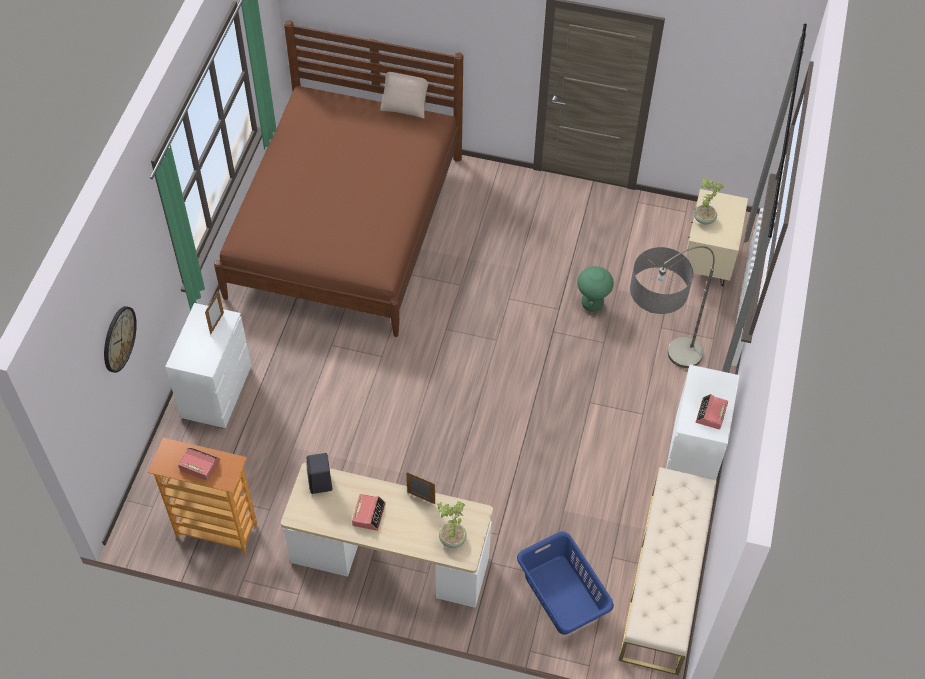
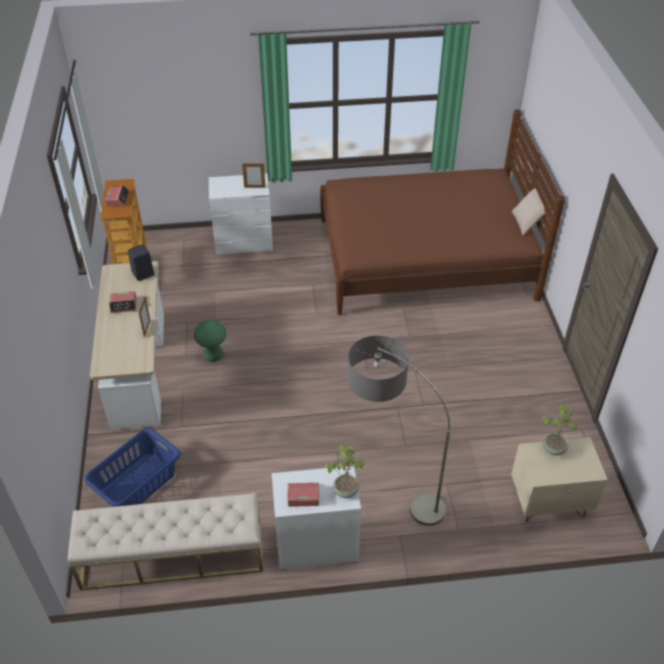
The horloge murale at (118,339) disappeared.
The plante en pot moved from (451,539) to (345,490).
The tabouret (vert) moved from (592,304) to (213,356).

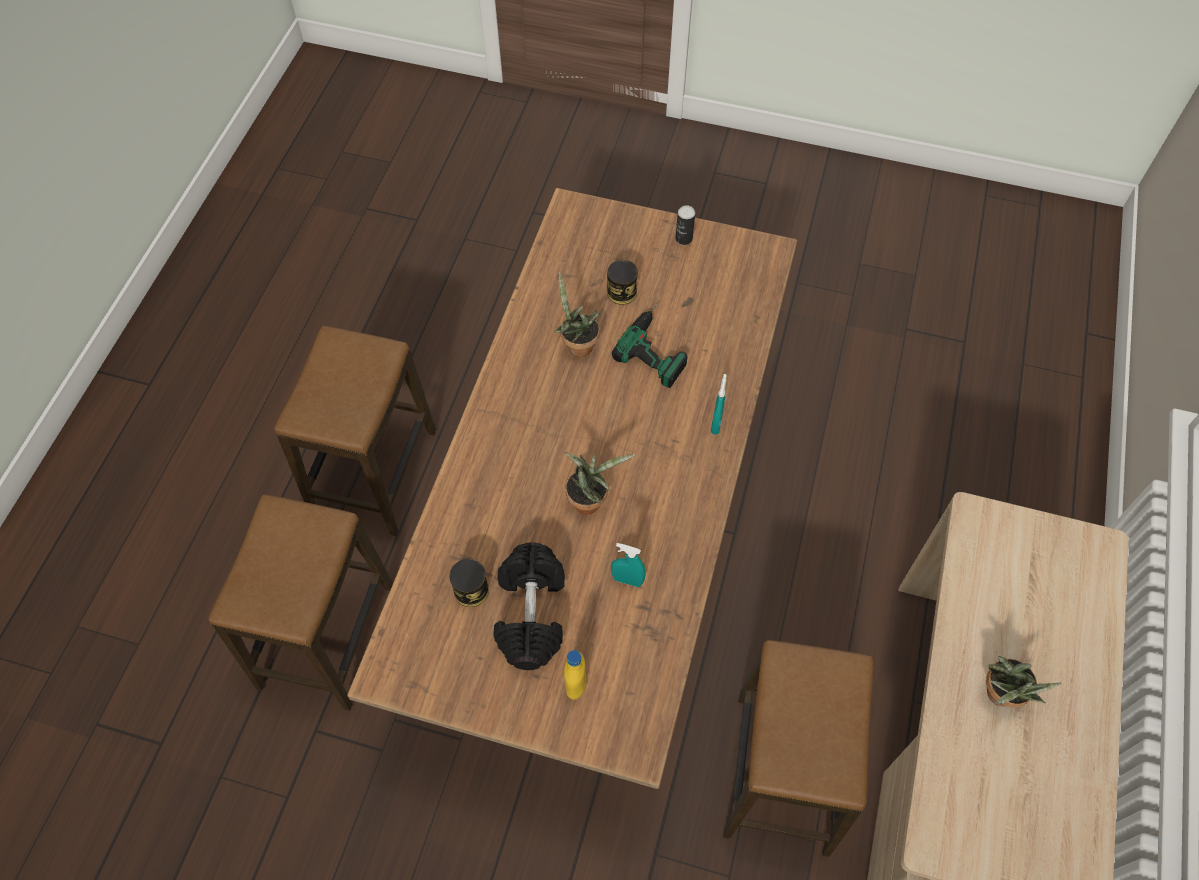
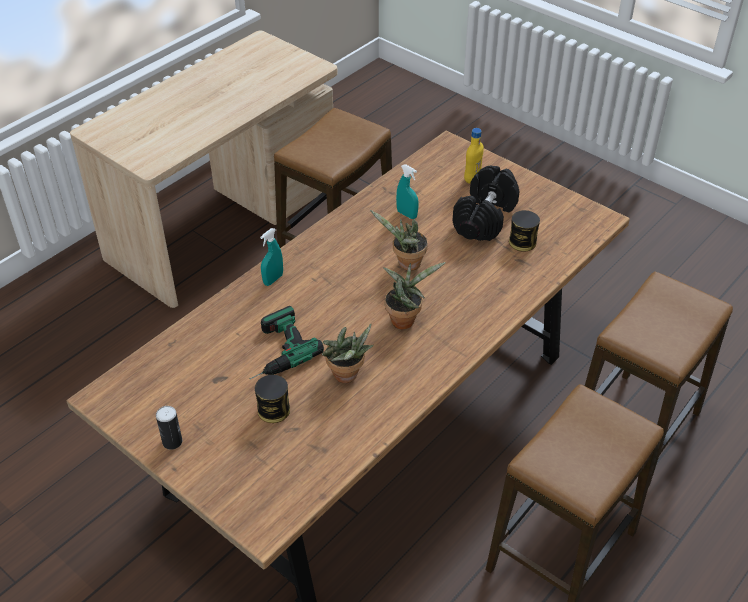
The plante en pot moved from (1000,697) to (405,319).

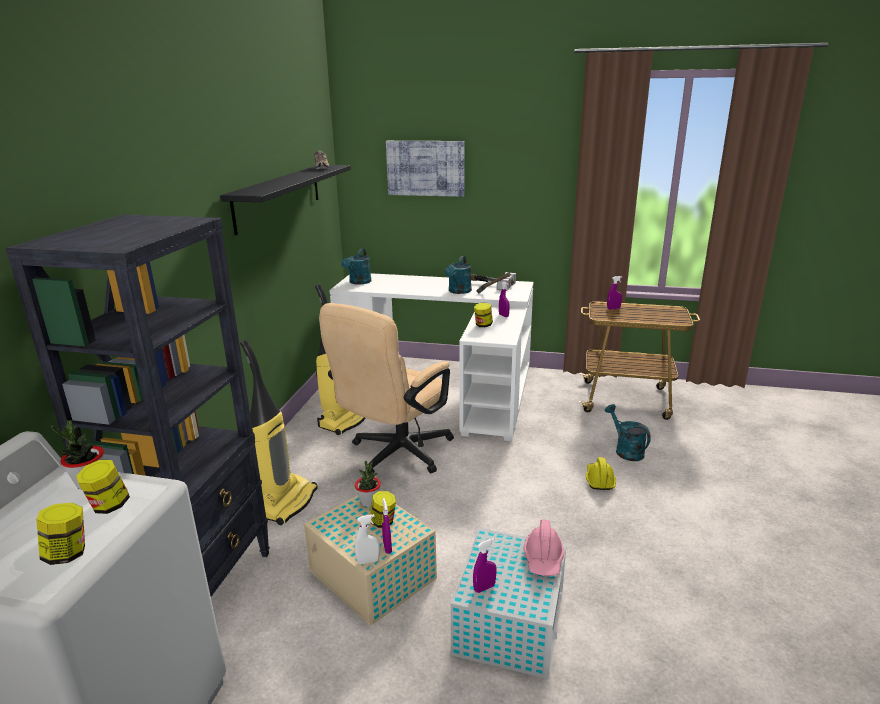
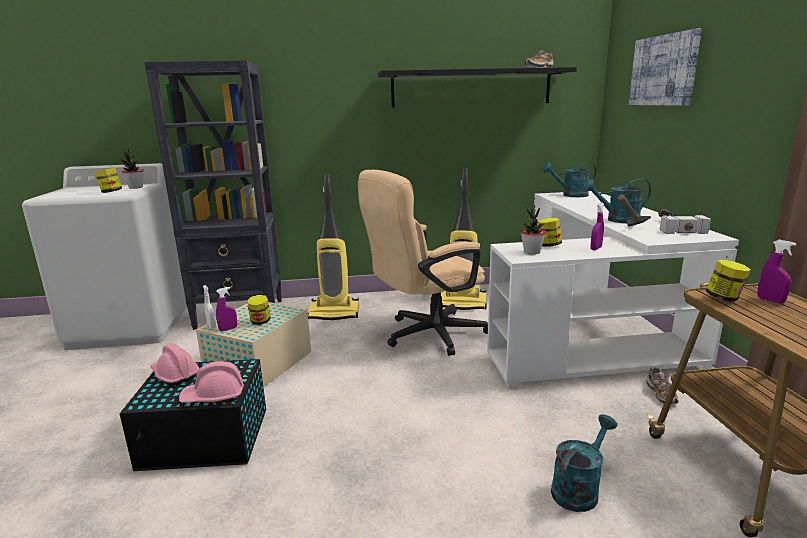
The bocal moved from (68,554) to (724,298).
The chaise de bureau (beige) at (395,455) turned 45 degrees counterclockwise.
The plante en pot moved from (369,502) to (532,252).
The boîte de rangement (blanc) at (510,621) became the boîte de rangement (noir) at (207,438).
The vaporisateur (violet) at (484,588) was replaced by the casque de chantier (rose) at (175,374).
The casque de chantier (jaune) at (599,480) disappeared.
The chaussure at (661,394) appeared.

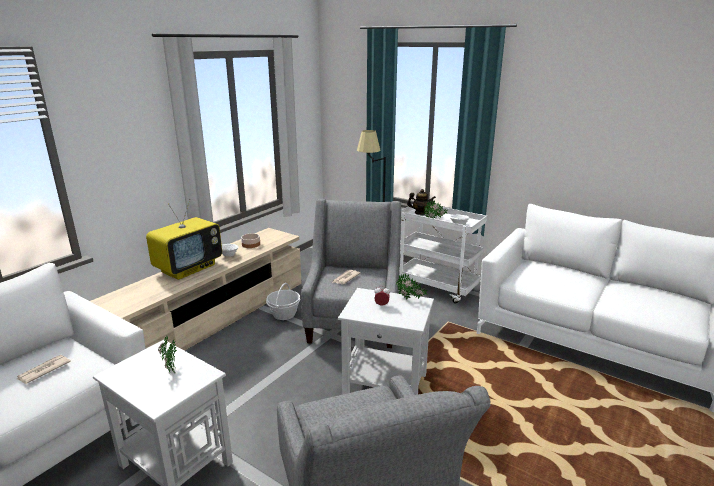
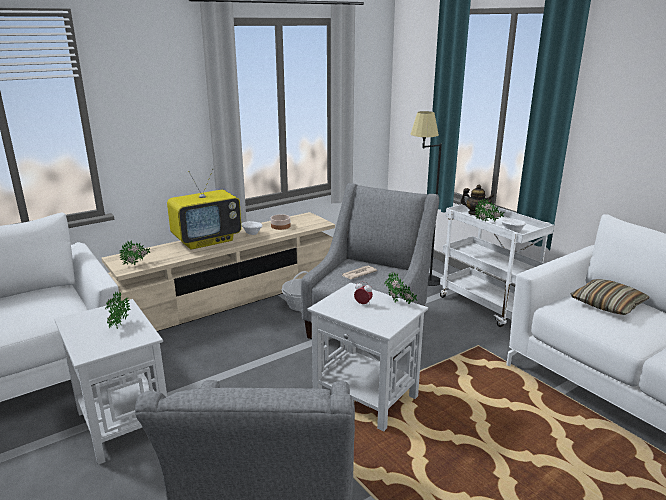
The journal at (43,371) disappeared.
The plante en pot at (137,264) appeared.
The coussin at (607,304) appeared.

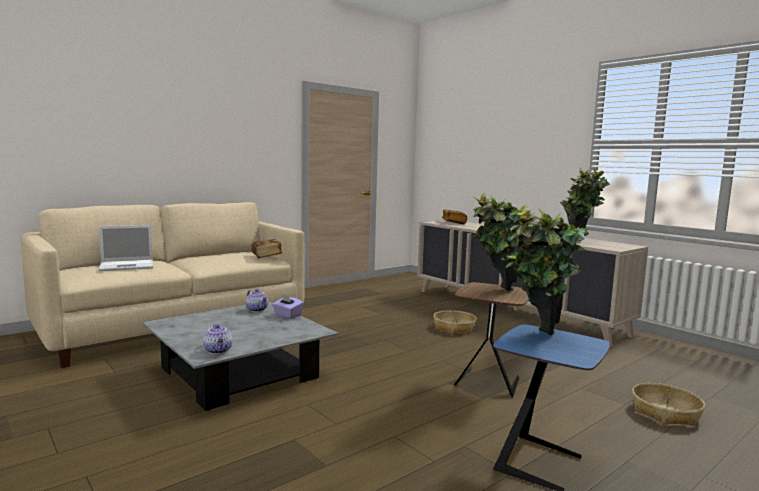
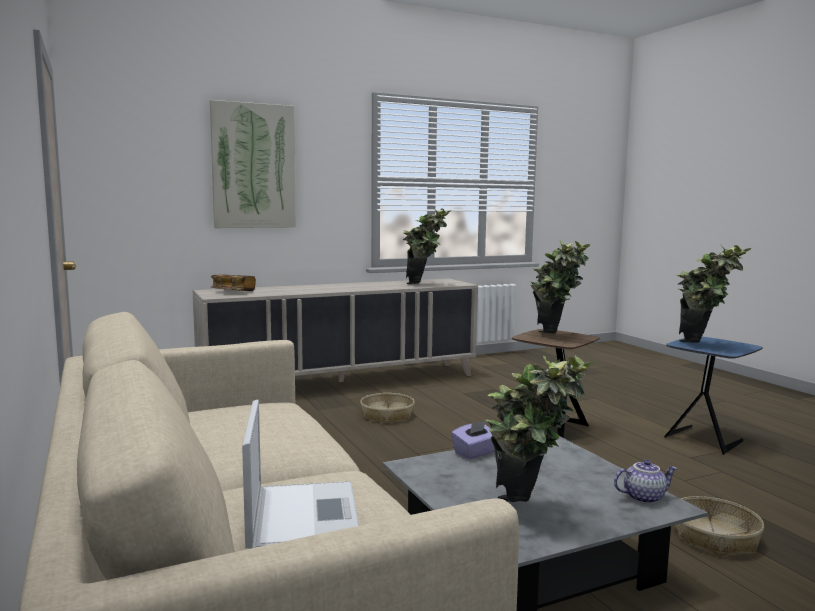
The théière at (257,310) disappeared.
The livre at (266,256) disappeared.
The panier moved from (665,412) to (714,536).
The tableau at (253,166) appeared.
The plante en pot at (533,512) appeared.

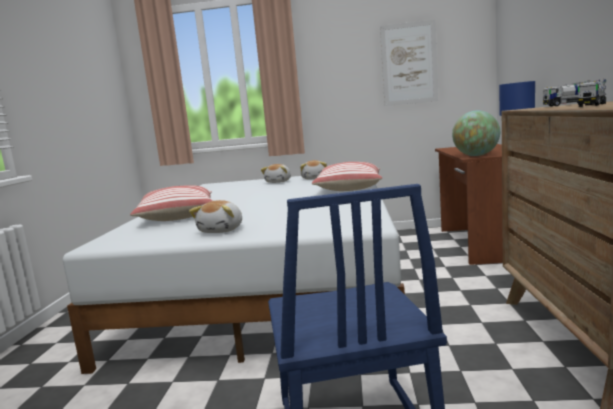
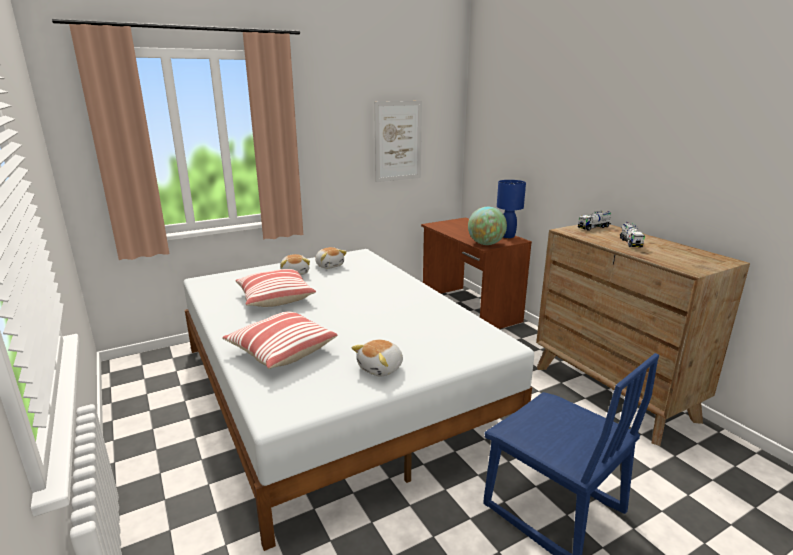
The peluche at (222,230) turned 60 degrees clockwise.
The coussin moved from (348,188) to (275,298).

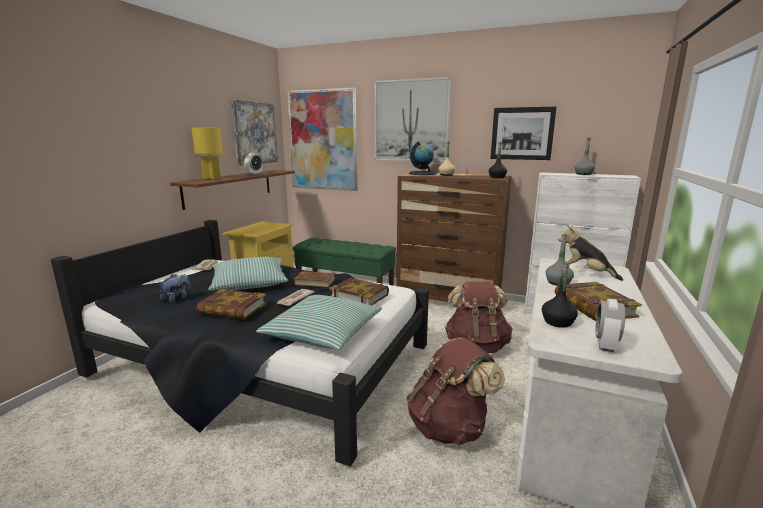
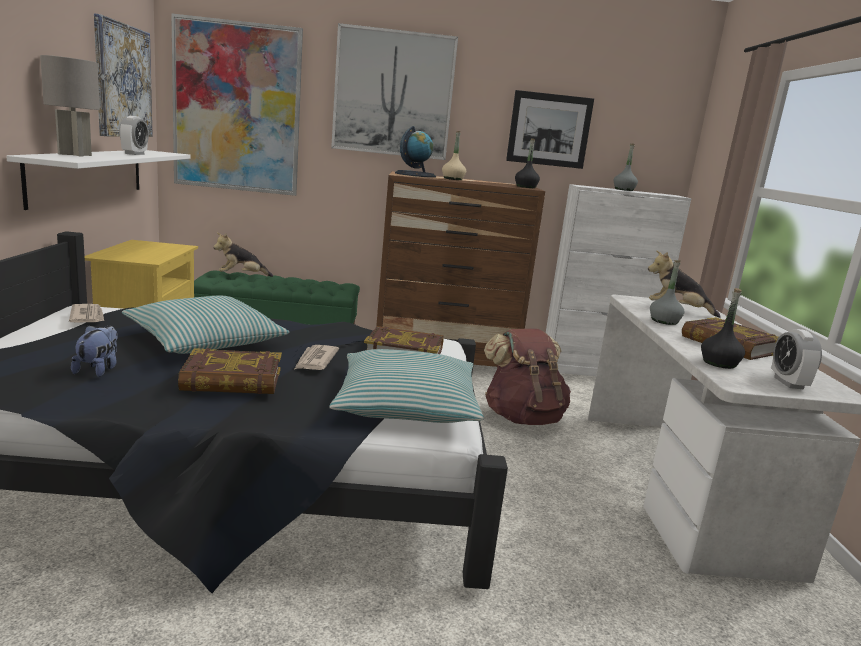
The étagère (marron) at (230,187) became the étagère (blanc) at (89,175).
The lampe de table (jaune) at (212,178) became the lampe de table (gris) at (75,155).
The livre (marron) at (315,282) disappeared.
The sac à dos (marron) at (449,427) disappeared.
The peluche at (241,276) appeared.

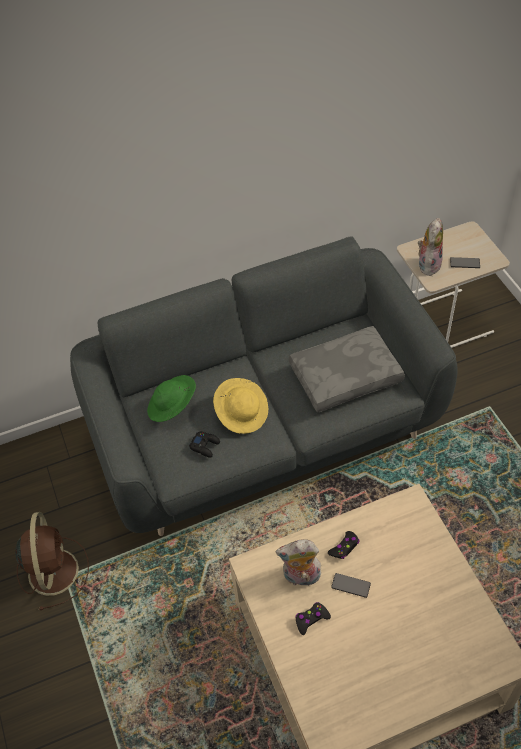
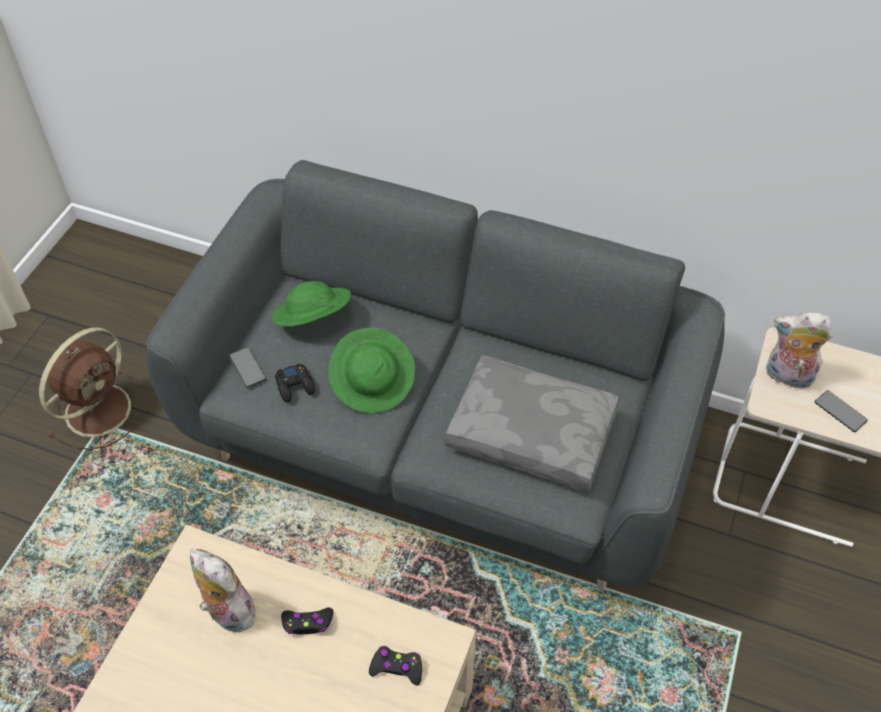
The chapeau (jaune) at (242,413) became the chapeau (vert) at (373,382).
The manette (noir) moved from (311,619) to (397,667).
The téléphone moved from (351,585) to (247,368).
The peluche at (428,264) turned 135 degrees counterclockwise.

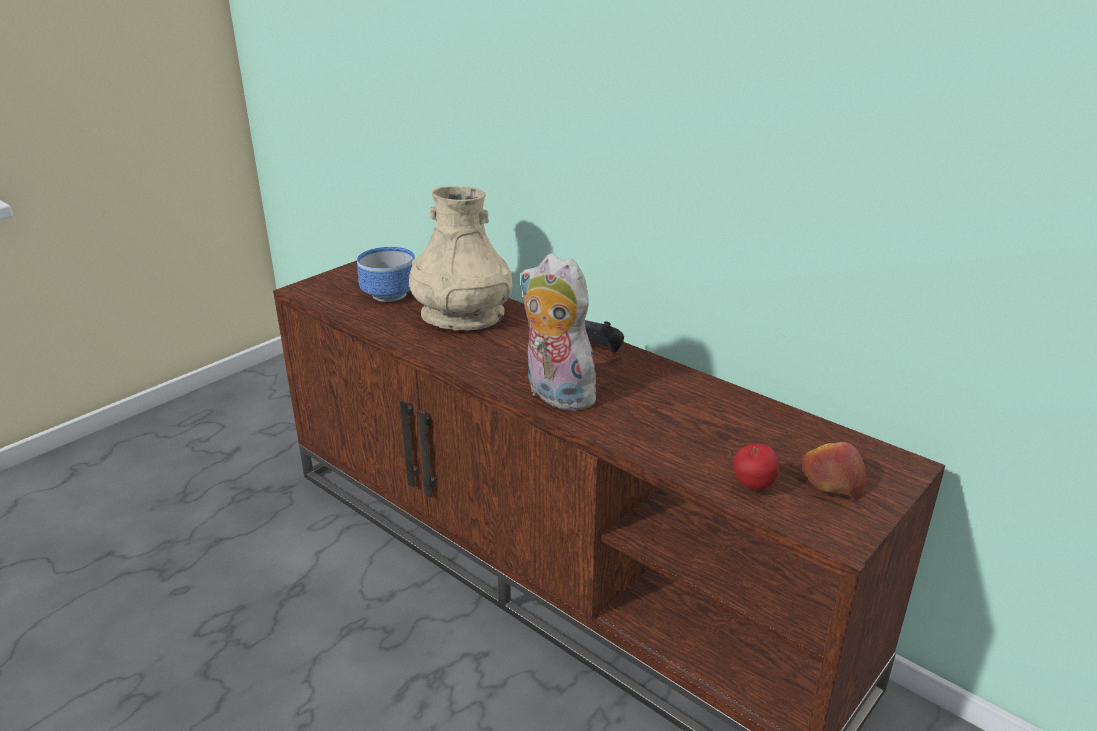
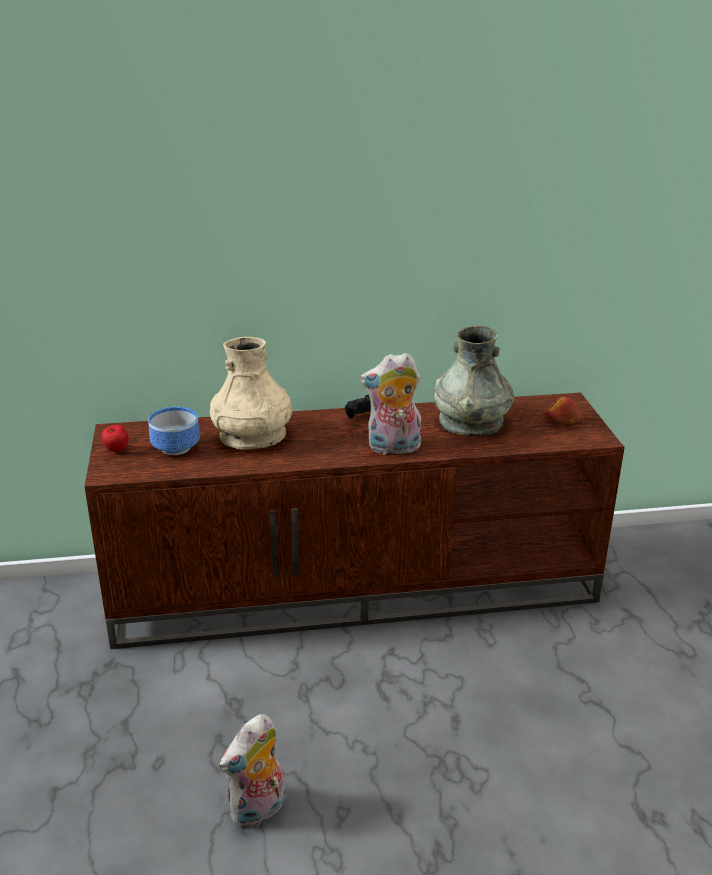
The pomme moved from (753,487) to (116,451).
The peluche at (258,811) appeared.
The vase (gris) at (471,421) appeared.

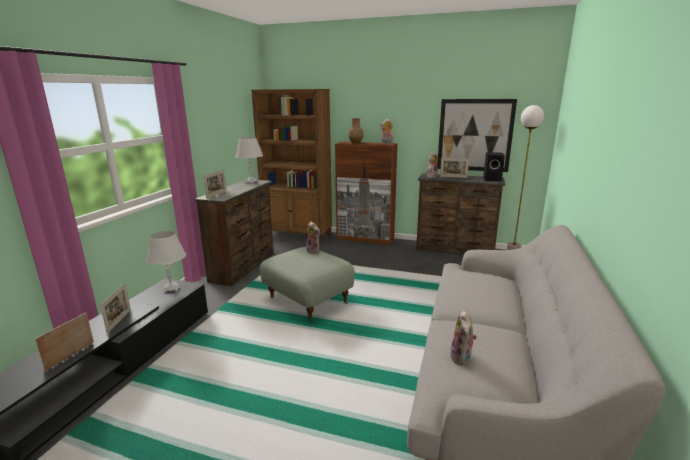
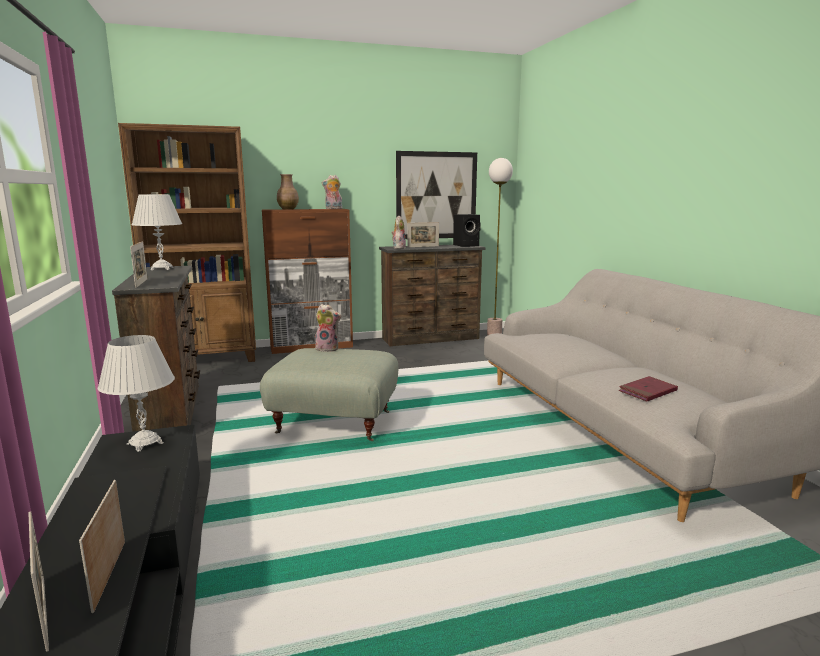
The cadre photo moved from (119,321) to (45,612).
The peluche at (462,358) was replaced by the livre (rouge) at (647,391).

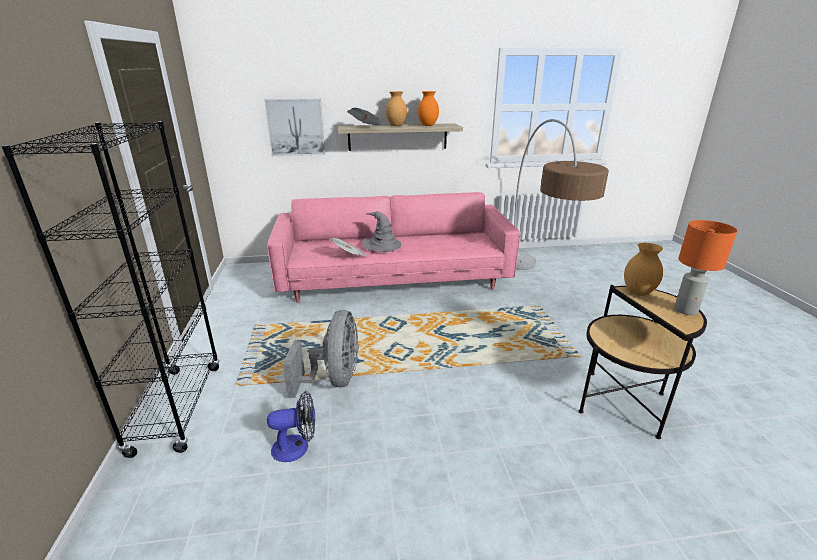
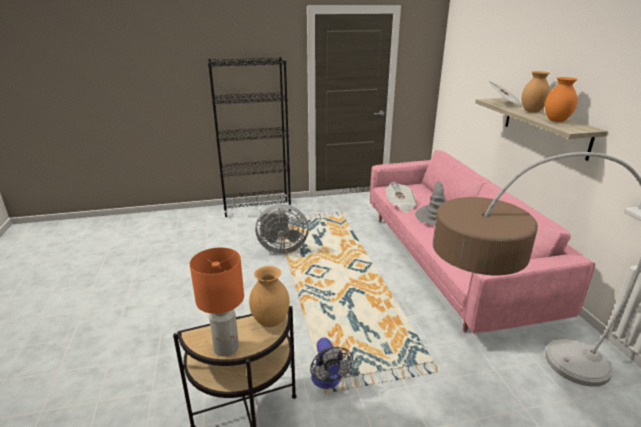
The tableau at (296,127) disappeared.
The ventilateur moved from (297,447) to (328,381).

